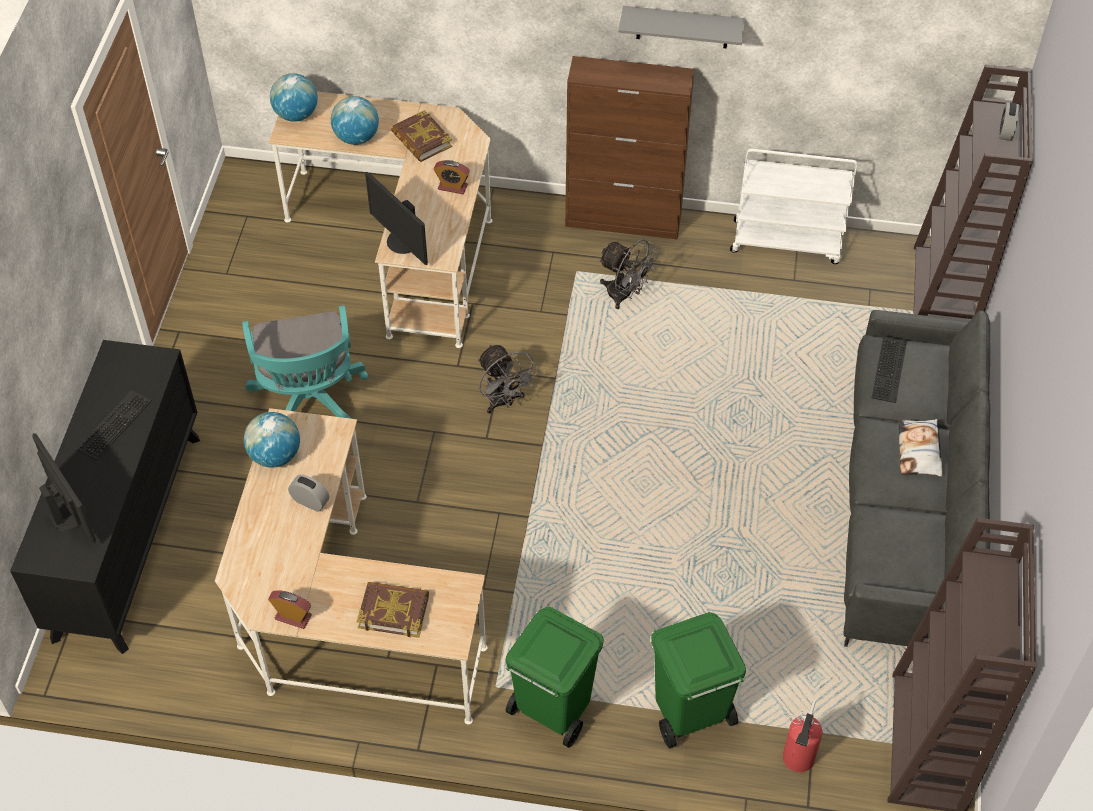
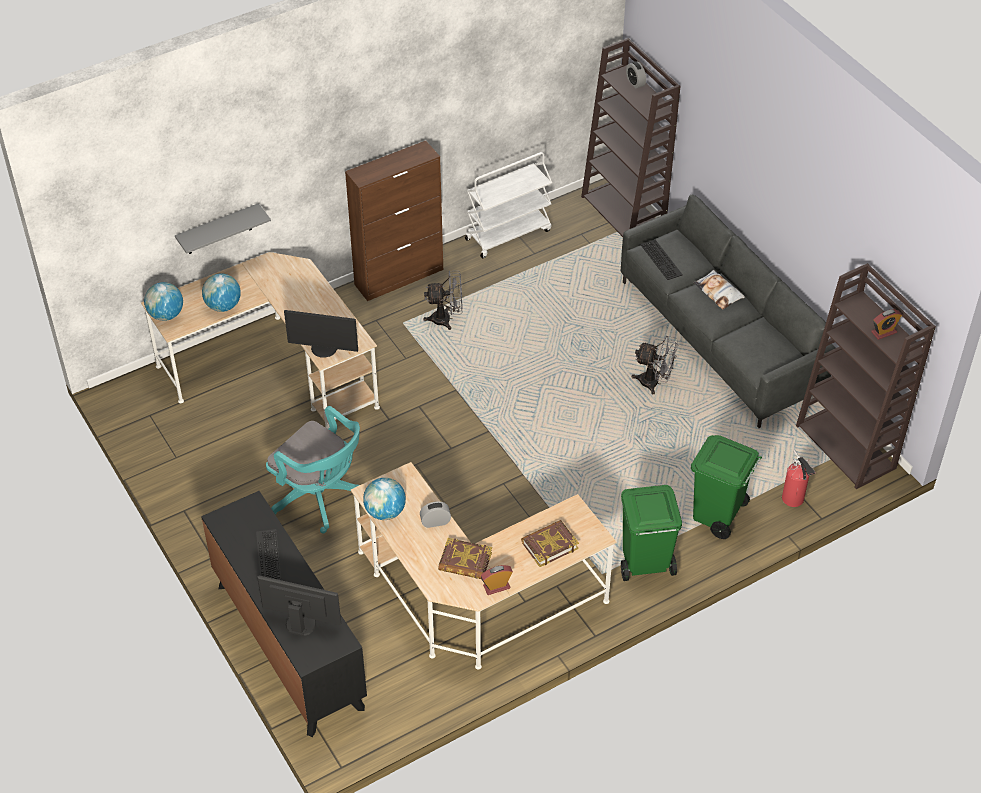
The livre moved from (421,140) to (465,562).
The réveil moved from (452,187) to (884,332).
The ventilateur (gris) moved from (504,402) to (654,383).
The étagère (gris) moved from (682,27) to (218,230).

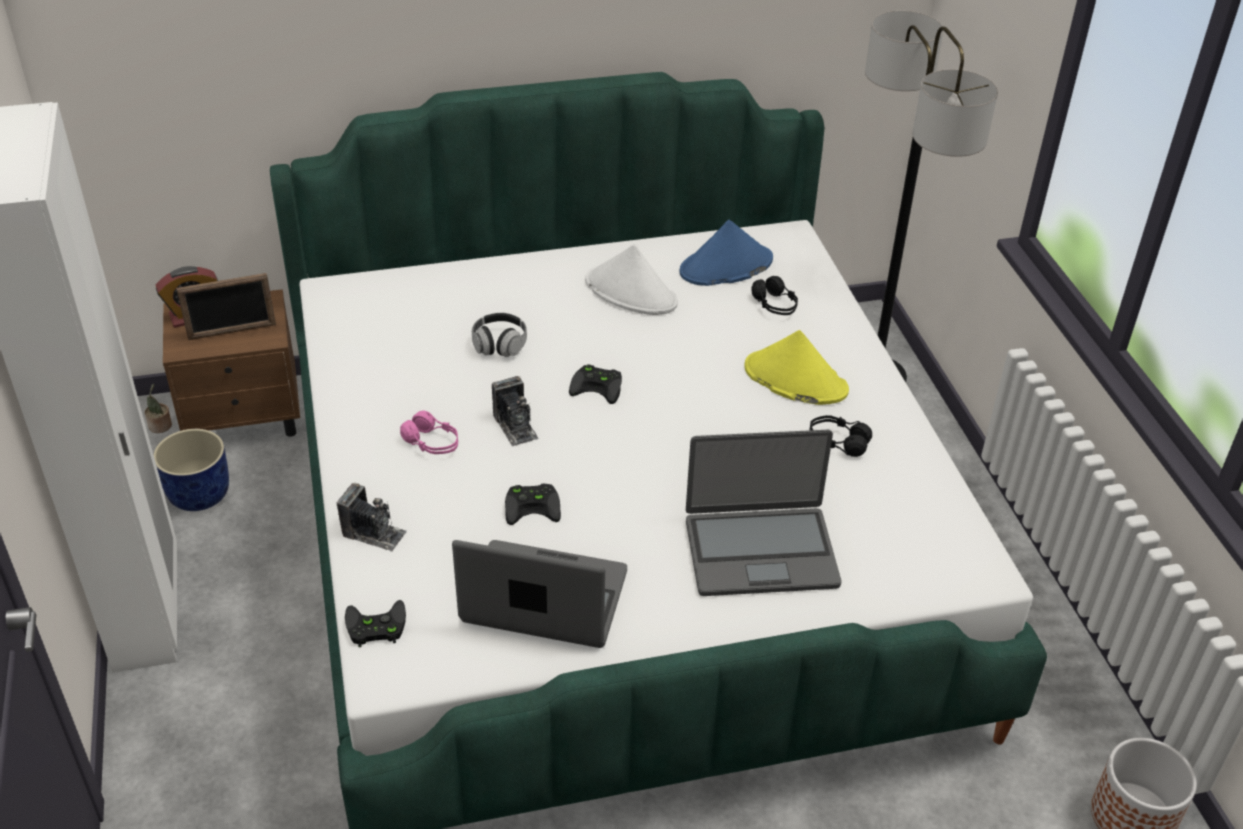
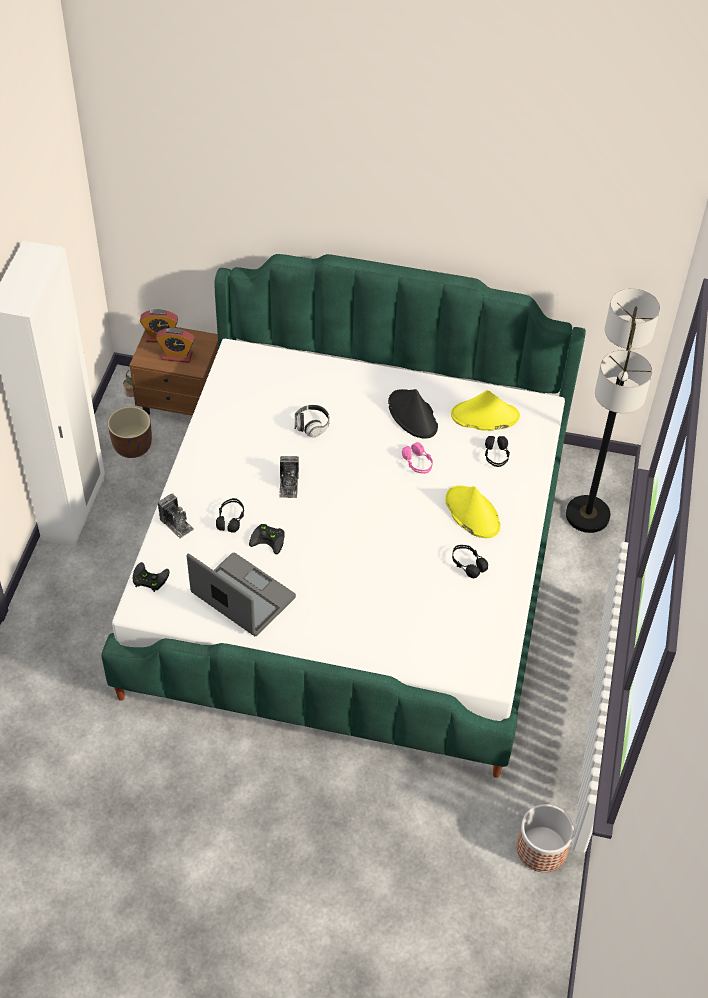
The cache-pot (bleu) at (199,493) became the cache-pot (marron) at (133,446).
The cadre photo at (232,331) was replaced by the réveil at (177,356).
The casque audio (rose) moved from (432,443) to (417,463).
The manette (noir) at (599,386) disappeared.
The chapeau (blanc) at (631,292) became the chapeau (noir) at (413,415).
The chapeau (bleu) at (726,266) became the chapeau (jaune) at (484,416).
The ordinateur portable at (760,551) disappeared.
The casque audio (noir) at (230,519) appeared.

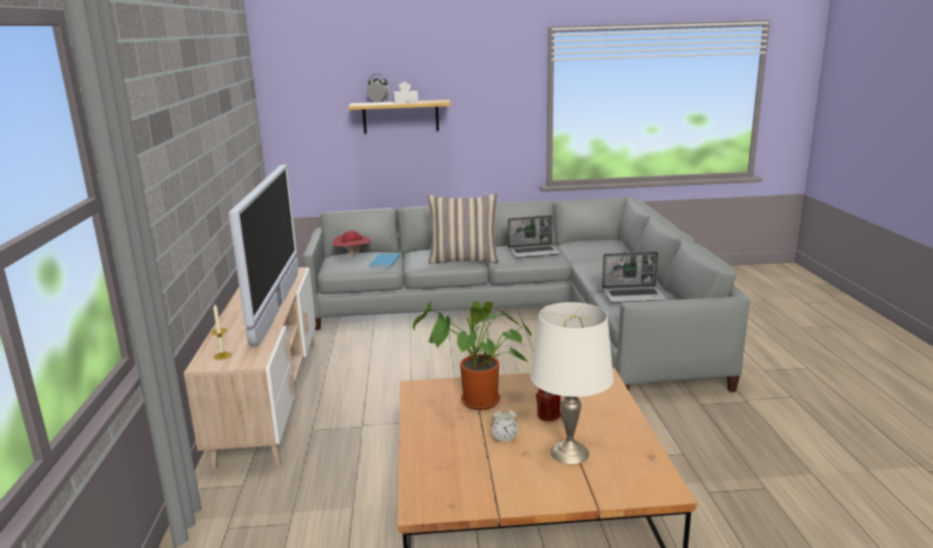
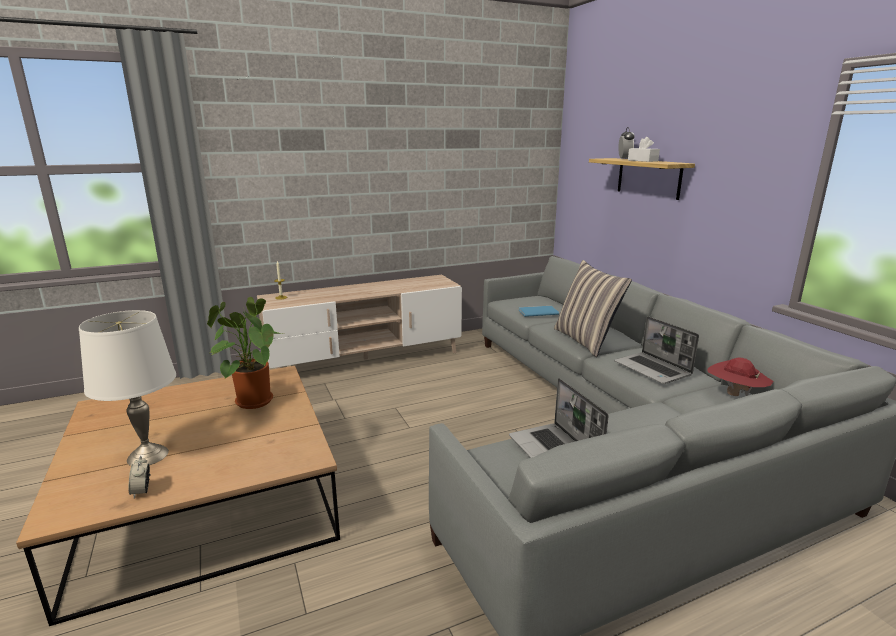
The téléviseur at (277,307) disappeared.
The chapeau (rouge) moved from (353,256) to (735,395).
The réveil moved from (504,438) to (142,491).
The bougie (rouge) at (548,415) disappeared.

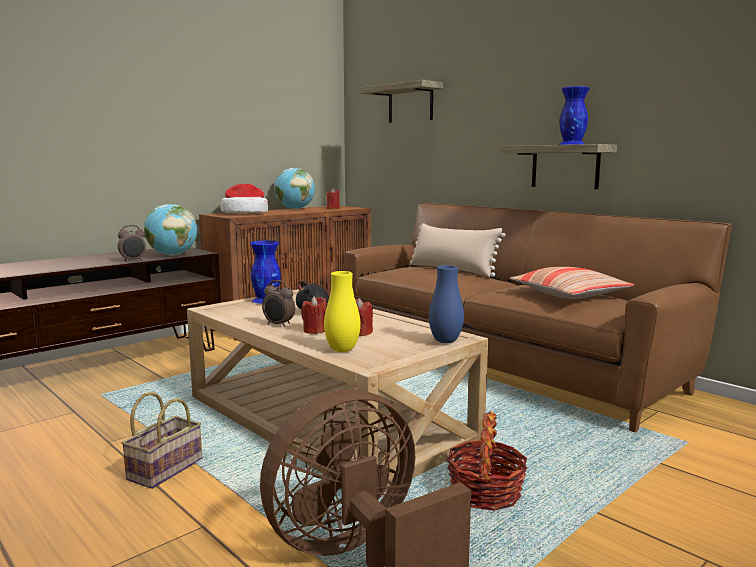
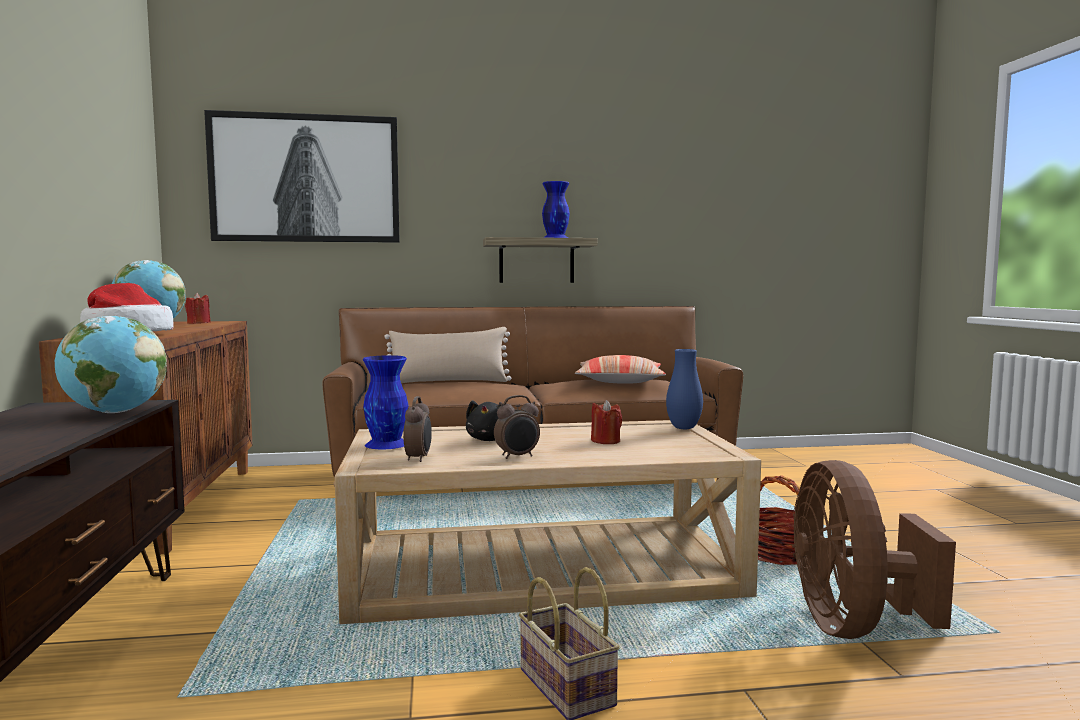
The réveil moved from (133,261) to (419,458).
The bougie (rouge) at (315,331) disappeared.
The vase (jaune) at (342,350) disappeared.
The étagère at (410,104) was replaced by the tableau at (306,179).

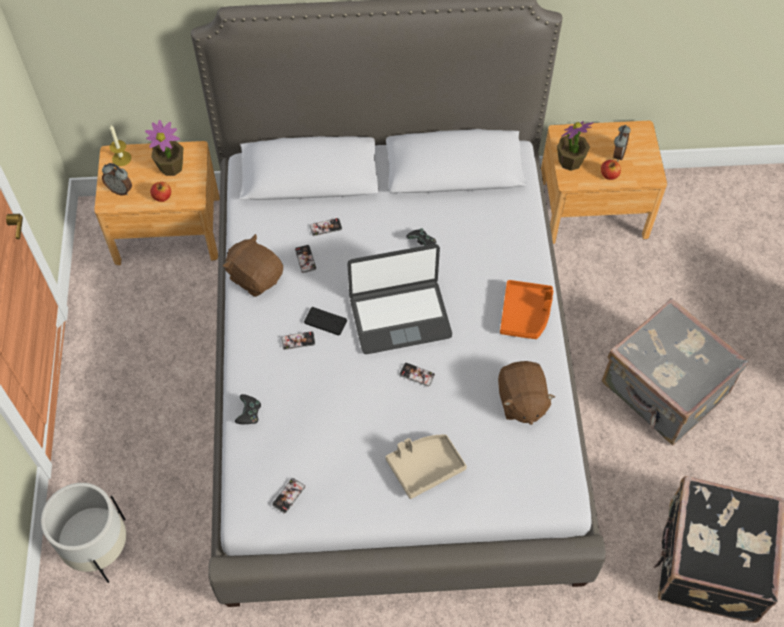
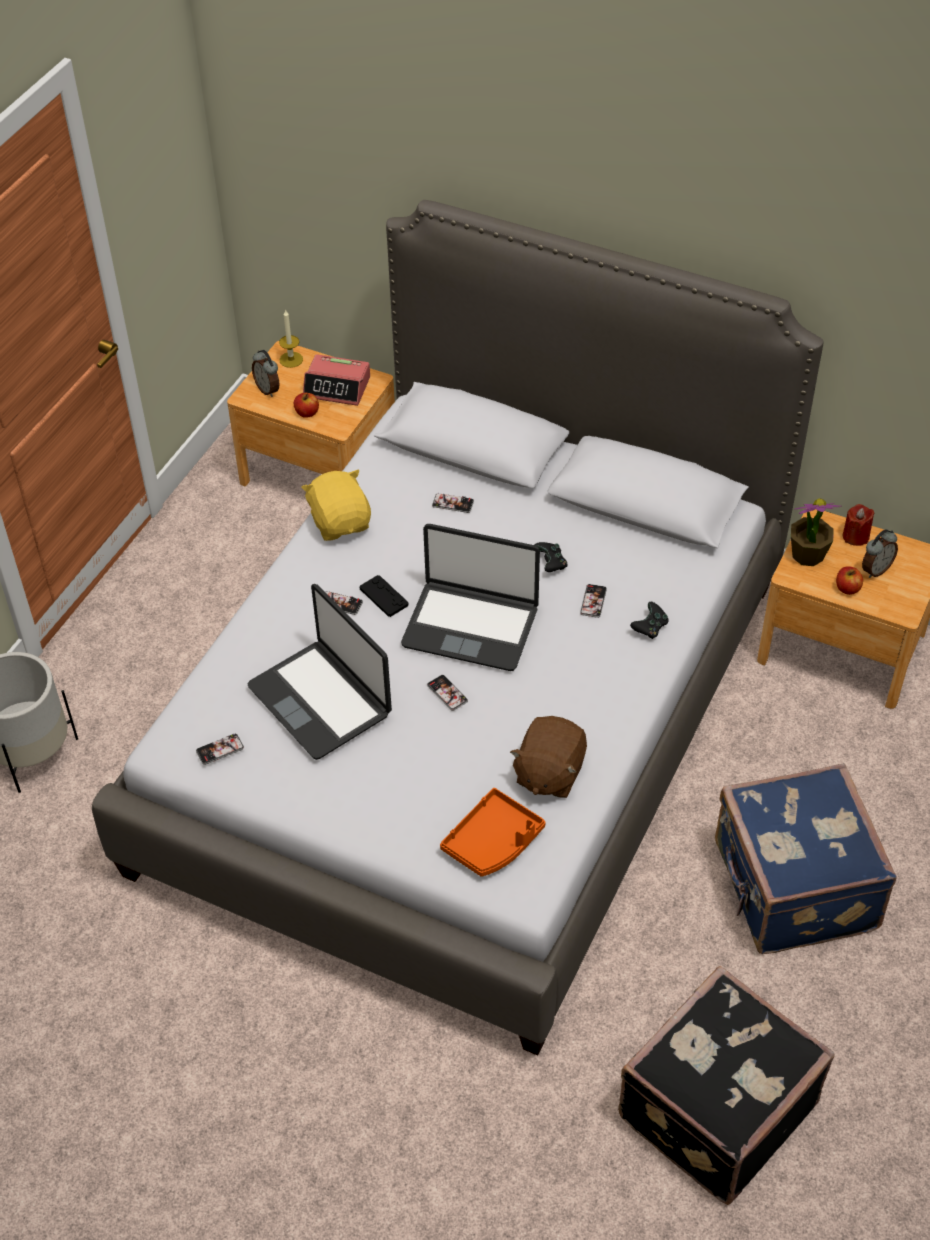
The plante en pot at (171,167) was replaced by the réveil at (337,387).
The peluche (marron) at (255,277) became the peluche (jaune) at (340,522).
The manette (noir) moved from (249,414) to (650,628).
The téléphone moved from (305,259) to (593,601).
The plateau (beige) at (425,467) disappeared.
The plateau (orange) moved from (525,314) to (493,842).
The valise (gris) at (663,391) became the valise (bleu) at (792,888).
The ordinateur portable at (321,700) appeared.
The bougie (rouge) at (855,536) appeared.

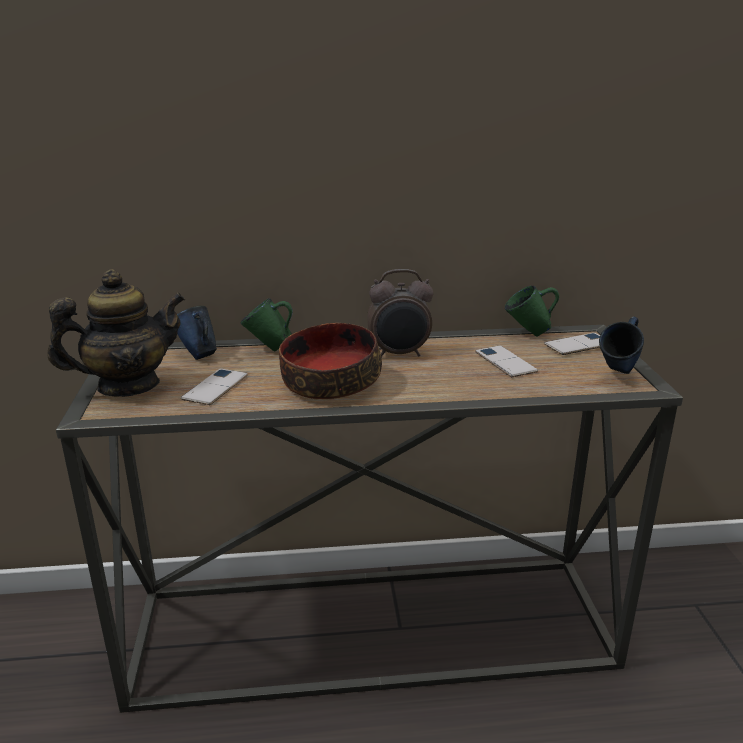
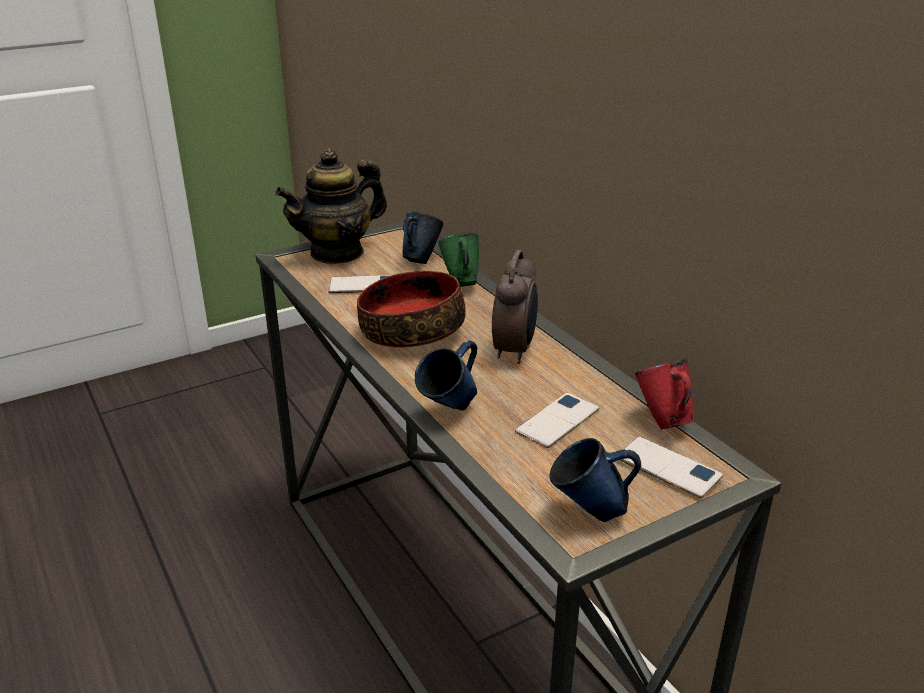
The théière at (128,386) turned 105 degrees clockwise.
The réveil at (399,354) turned 135 degrees counterclockwise.
The mug (vert) at (528,334) became the mug (rouge) at (663,421).
The mug (bleu) at (450,411) appeared.

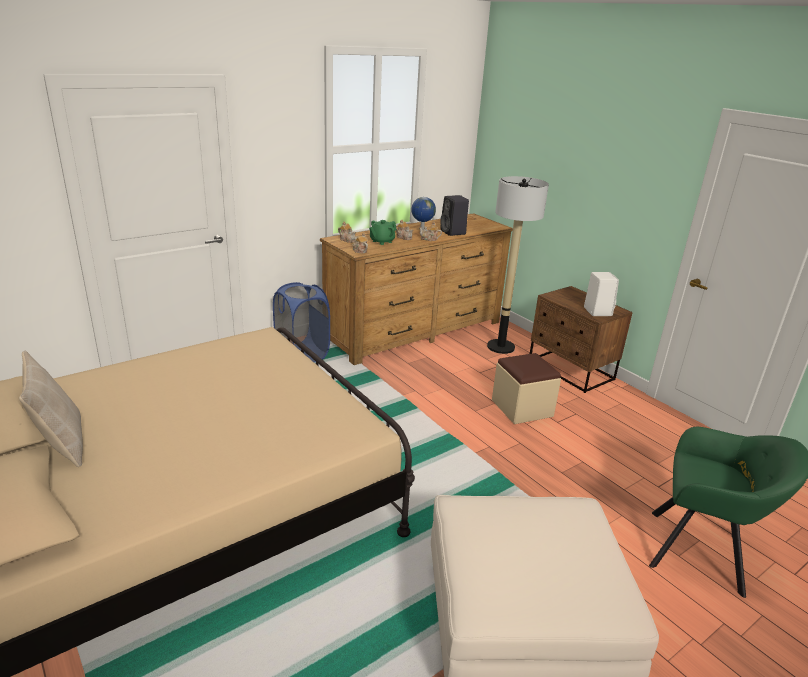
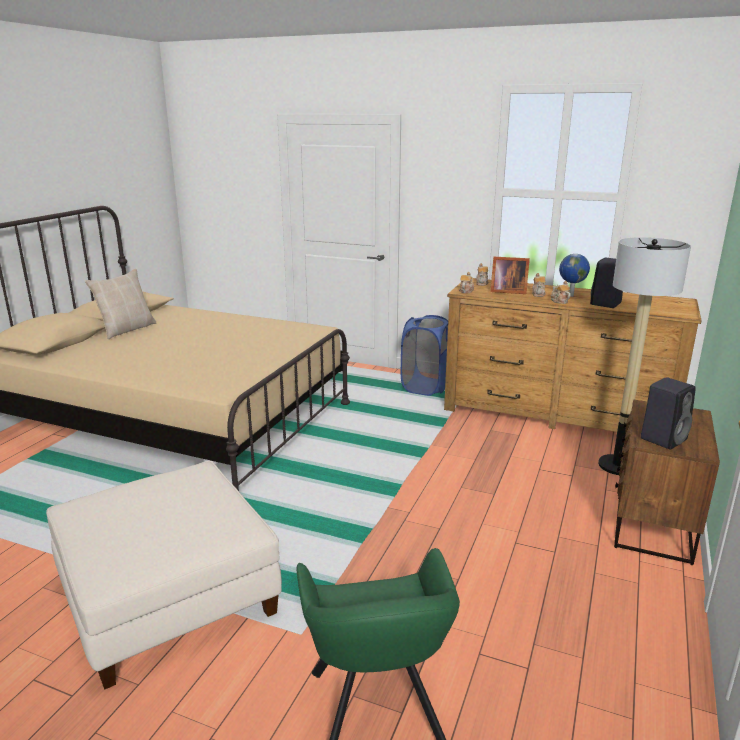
The théière (vert) at (382,241) was replaced by the cadre photo at (507,291).
The pouf (beige) at (522,408) disappeared.
The enceinte (blanc) at (597,311) became the enceinte (noir) at (663,438).

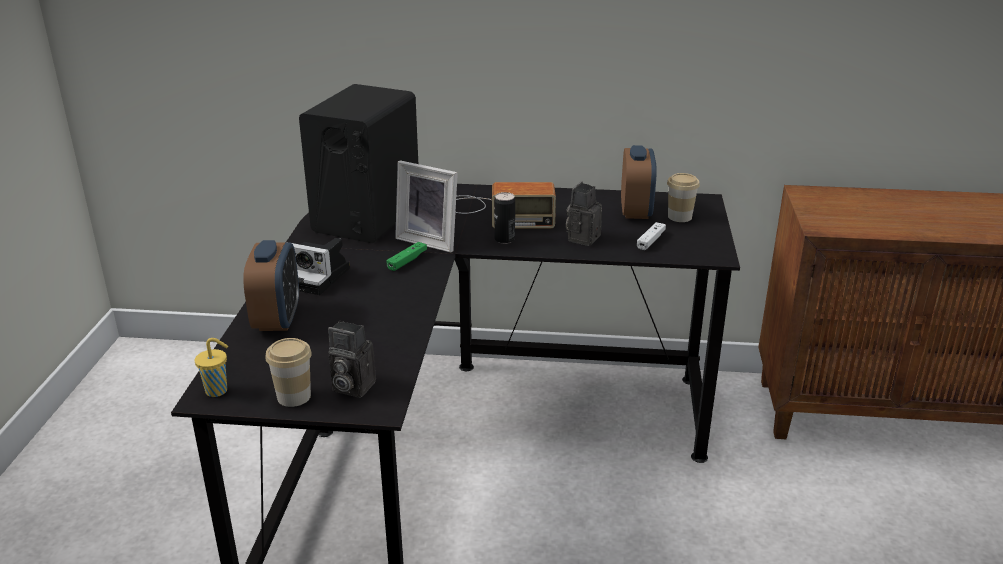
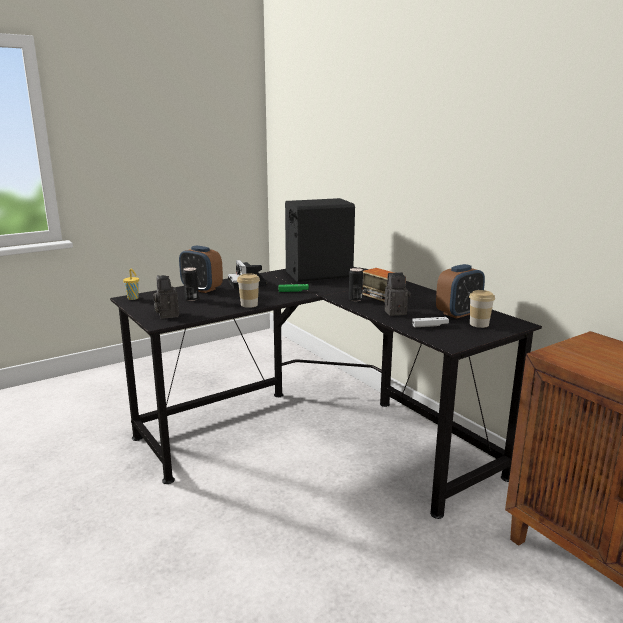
The réveil at (277,319) turned 75 degrees clockwise.
The tasse moved from (294,396) to (249,304).
The cadre photo at (430,240) disappeared.
The boîte métallique at (191,299) appeared.

